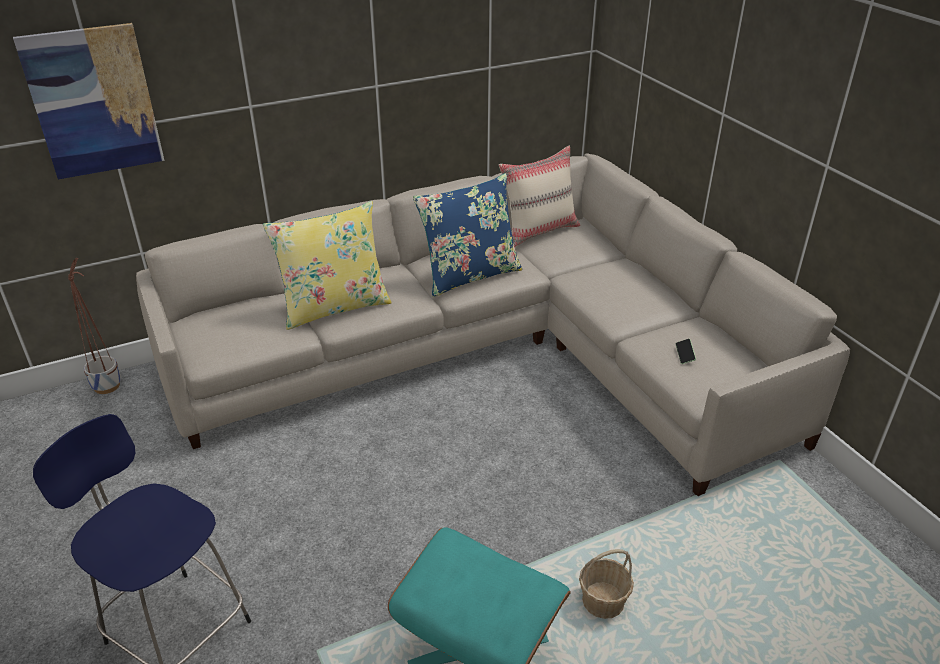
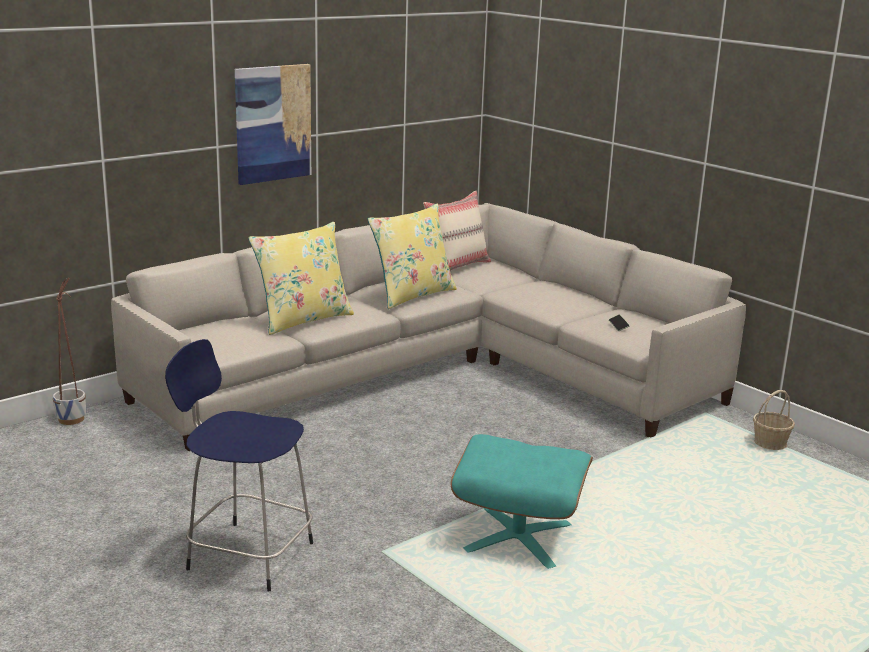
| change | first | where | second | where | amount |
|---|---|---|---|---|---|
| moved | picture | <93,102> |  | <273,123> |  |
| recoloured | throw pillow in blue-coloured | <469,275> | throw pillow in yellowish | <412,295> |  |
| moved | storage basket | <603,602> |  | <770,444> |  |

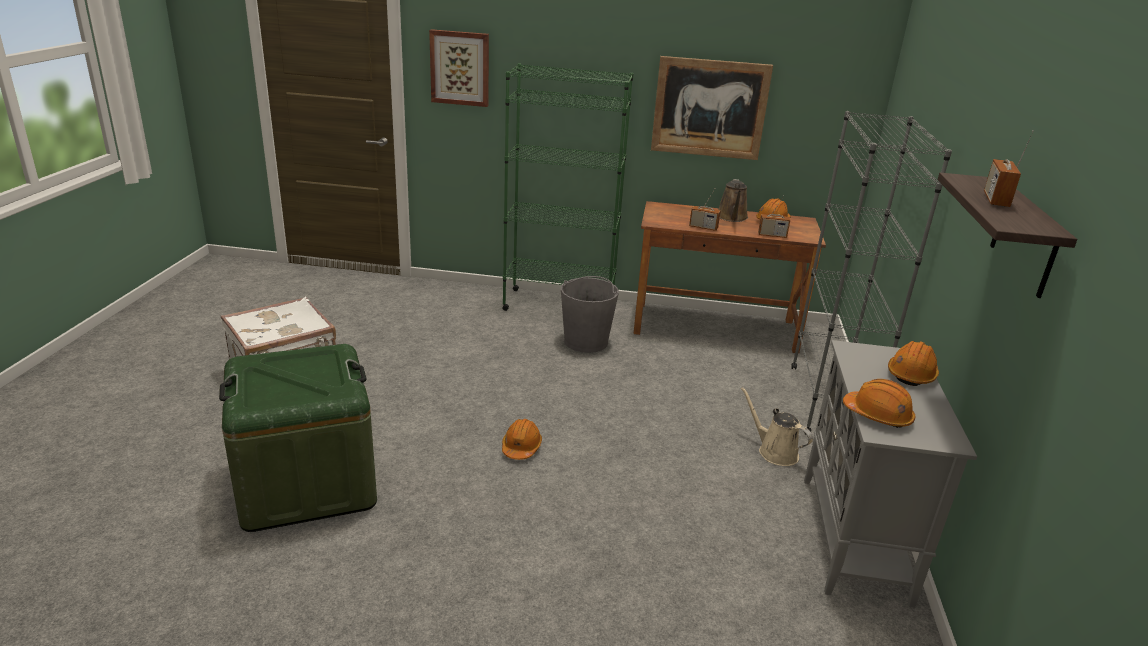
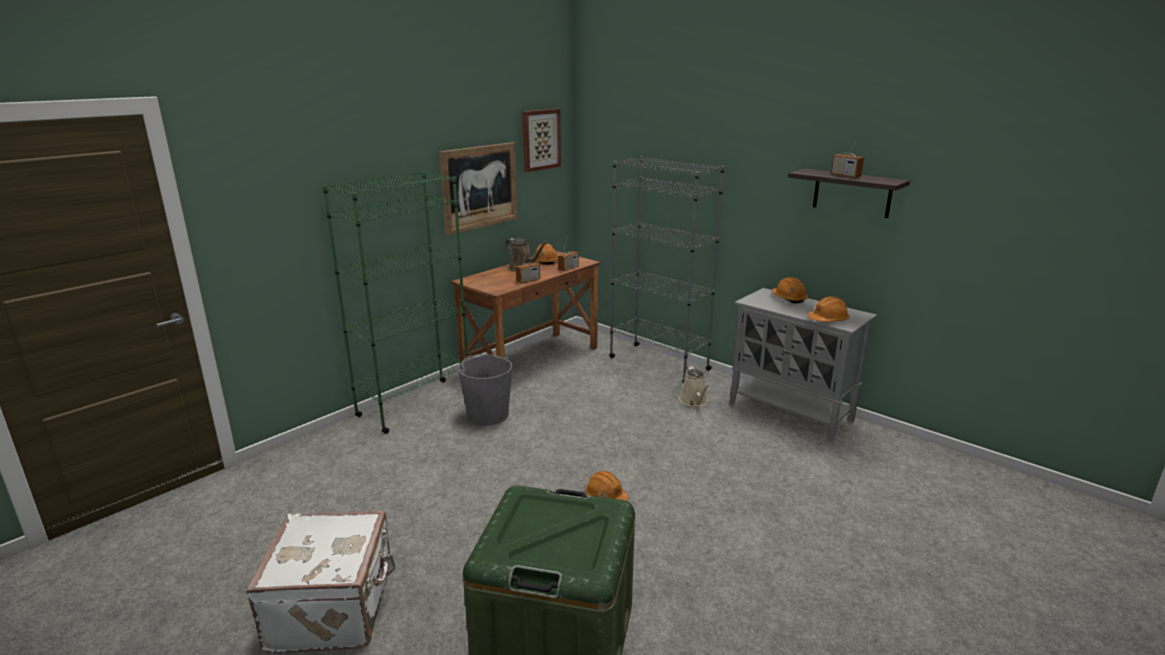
| change | first | where | second | where | amount |
|---|---|---|---|---|---|
| moved | picture | <460,68> |  | <540,139> |  |
| turned | sprinkling can in sand-coloured | <774,452> |  | <694,401> | 90 degrees counterclockwise |

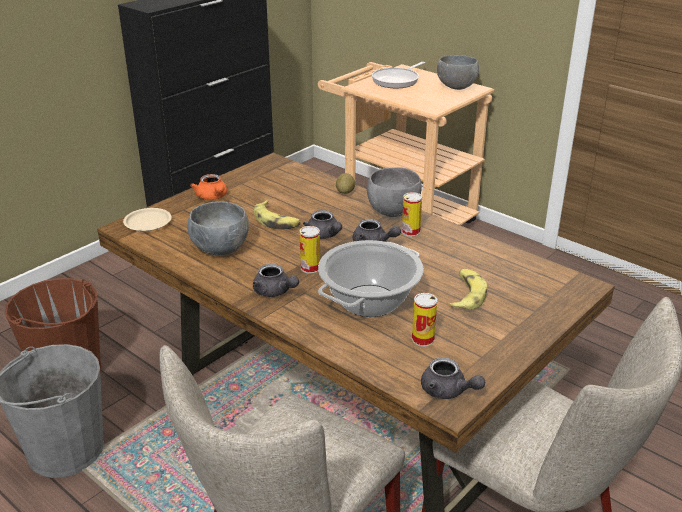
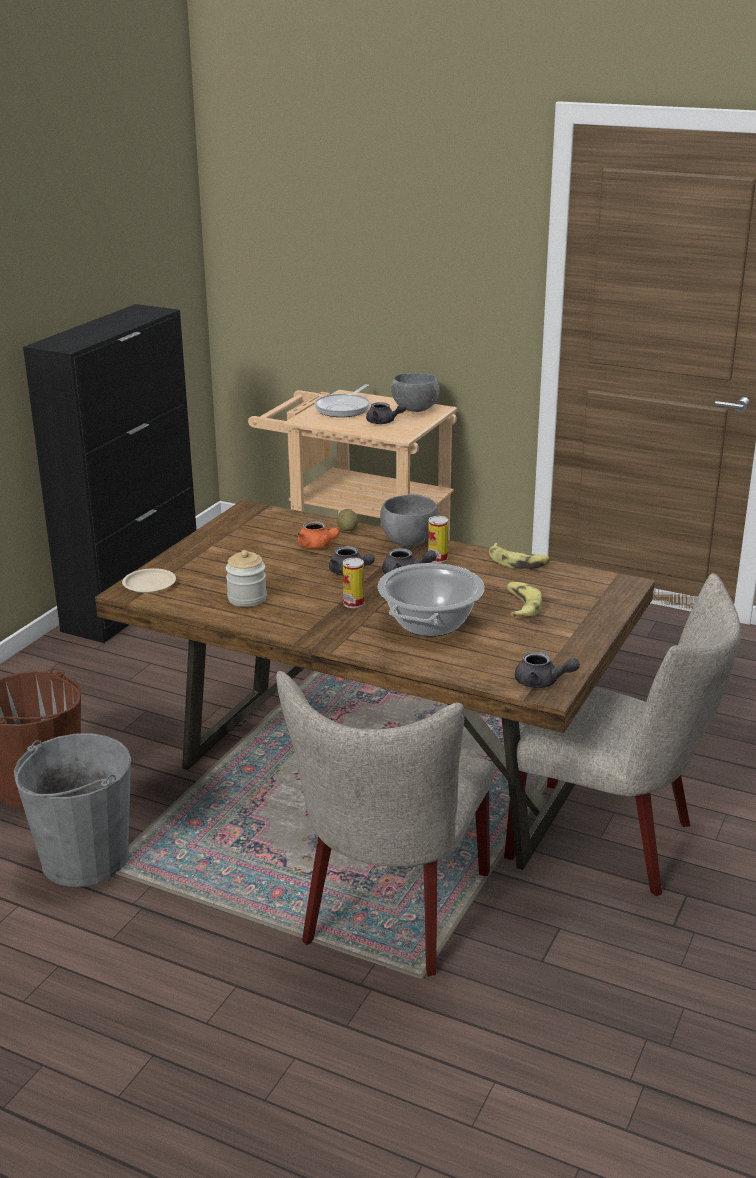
| change | first | where | second | where | amount |
|---|---|---|---|---|---|
| replaced | deep dish in gray | <219,249> | preserve jar | <247,598> |  |
| moved | tea pot in orange | <212,197> |  | <317,546> |  |
| moved | tea pot in gray | <275,292> |  | <384,422> |  |
| moved | banana fruit | <276,221> |  | <518,562> |  |
| removed | metal can | <423,339> |  |  |  |

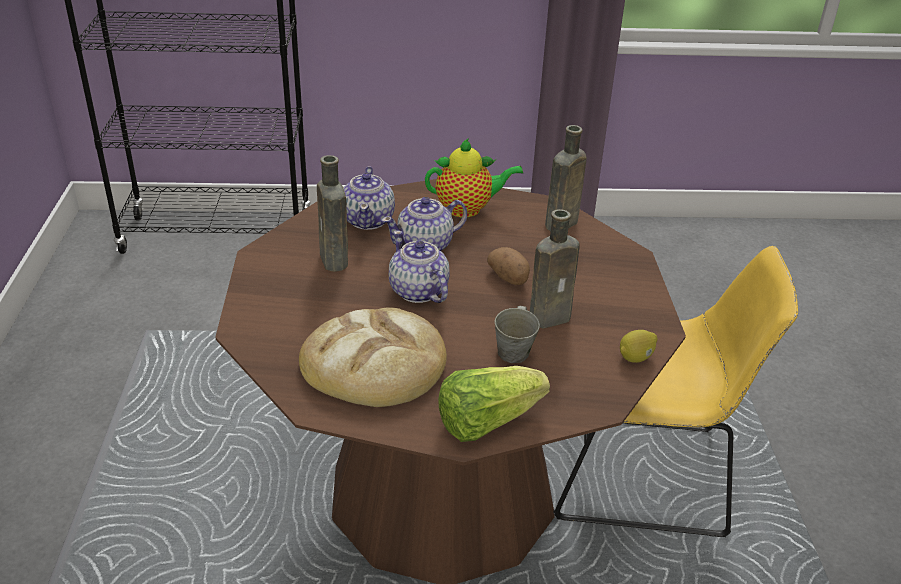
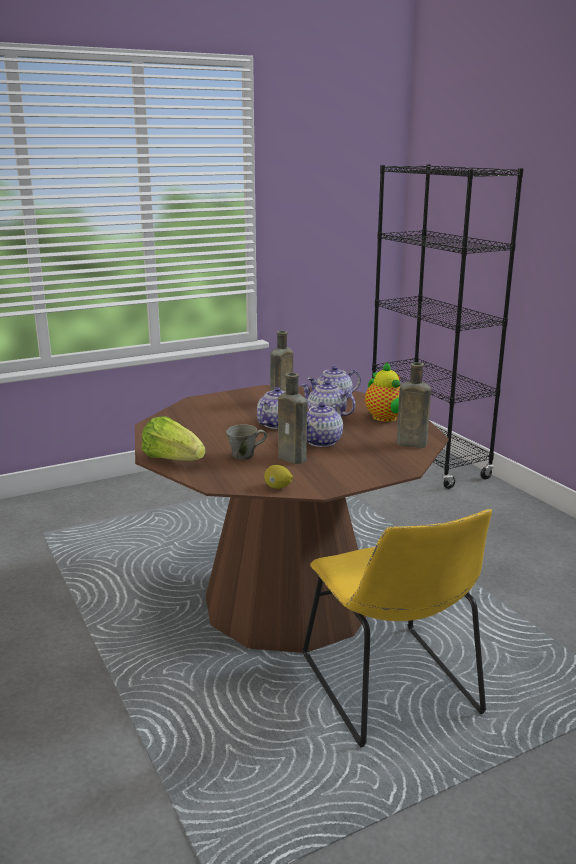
| change | first | where | second | where | amount |
|---|---|---|---|---|---|
| removed | bakery bread | <375,363> |  |  |  |
| replaced | spud | <509,278> | tea pot | <322,441> |  |

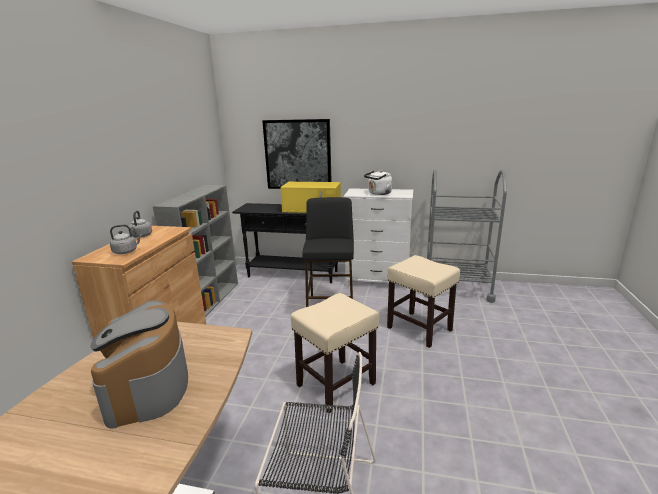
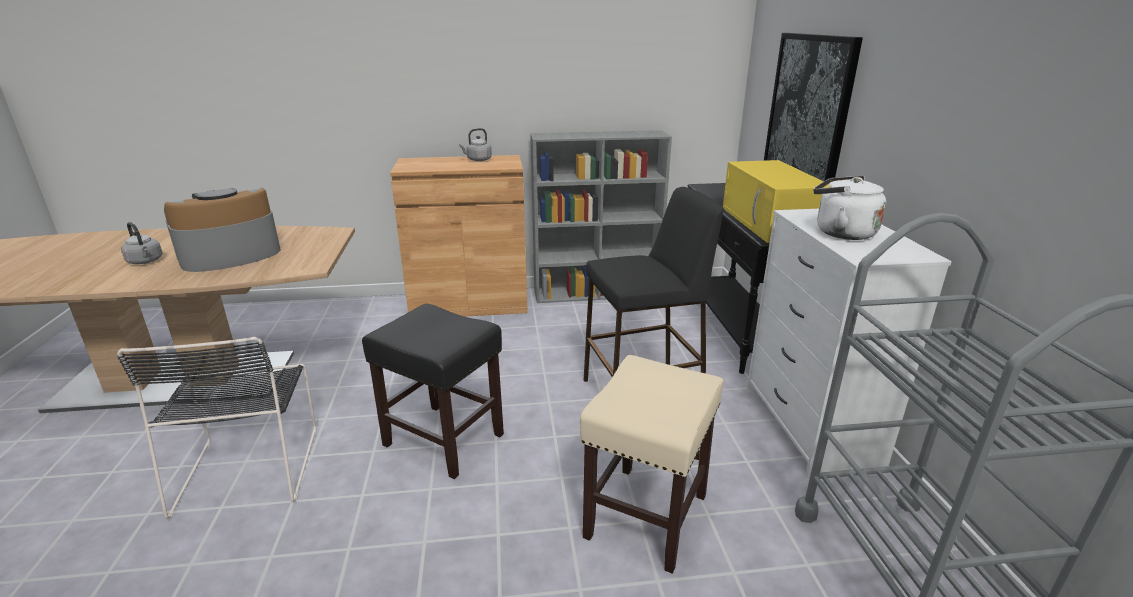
| change | first | where | second | where | amount |
|---|---|---|---|---|---|
| moved | kettle in gray | <126,251> |  | <146,261> |  |
| recoloured | stool in sand-coloured | <336,384> | stool in black | <445,440> |  |

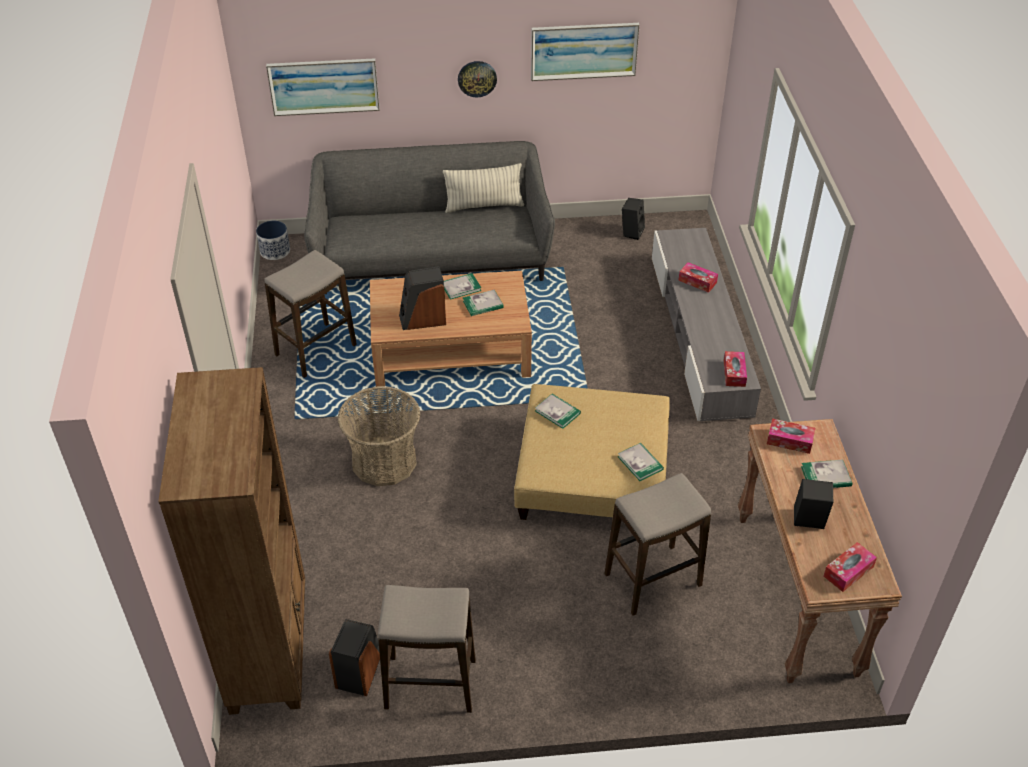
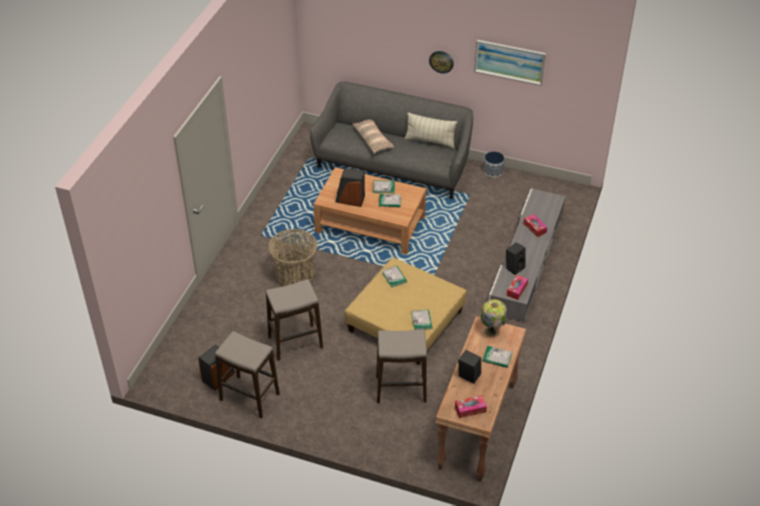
| change | first | where | second | where | amount |
|---|---|---|---|---|---|
| removed | bookshelf in brownish | <269,648> |  |  |  |
| moved | plant pot | <275,251> |  | <493,171> |  |
| moved | stool | <315,350> |  | <295,342> |  |
| removed | picture | <324,86> |  |  |  |
| moved | loudspeaker in black | <631,232> |  | <514,267> |  |
| replaced | box of tissues | <789,441> | tabletop lamp | <491,332> |  |
| added |  |  | throw pillow | <373,140> |  |

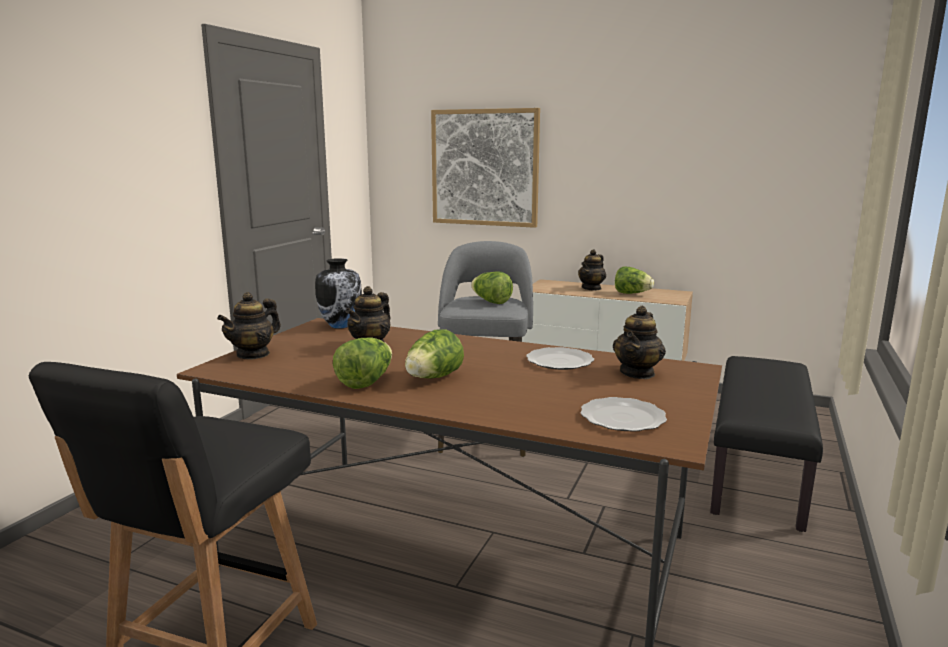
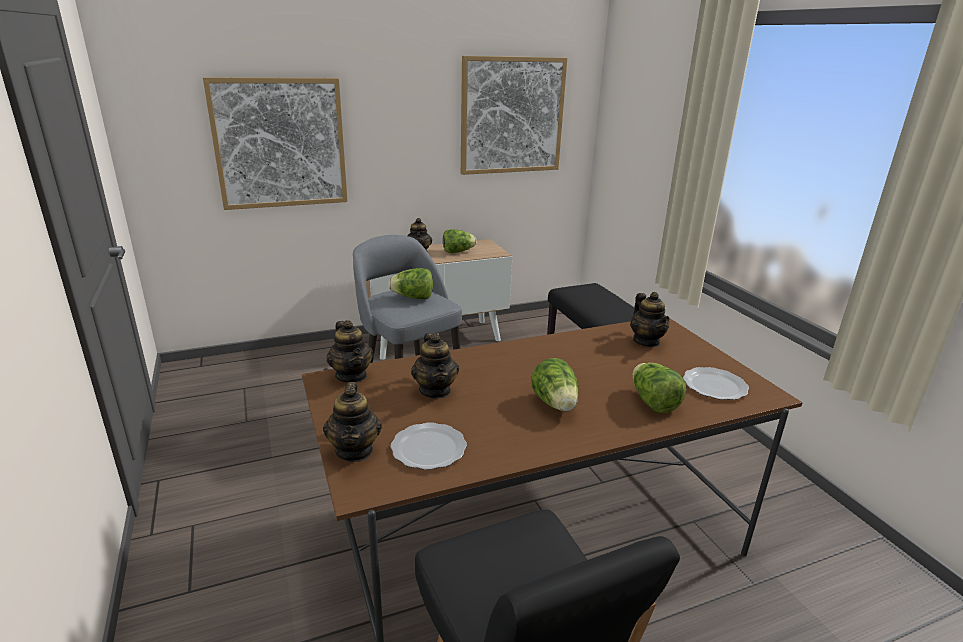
| change | first | where | second | where | amount |
|---|---|---|---|---|---|
| replaced | flower vase | <341,326> | tea pot | <352,376> |  |
| moved | lettuce | <366,382> |  | <653,402> |  |
| moved | flat dish | <558,361> |  | <427,448> |  |
| added |  |  | picture | <512,116> |  |

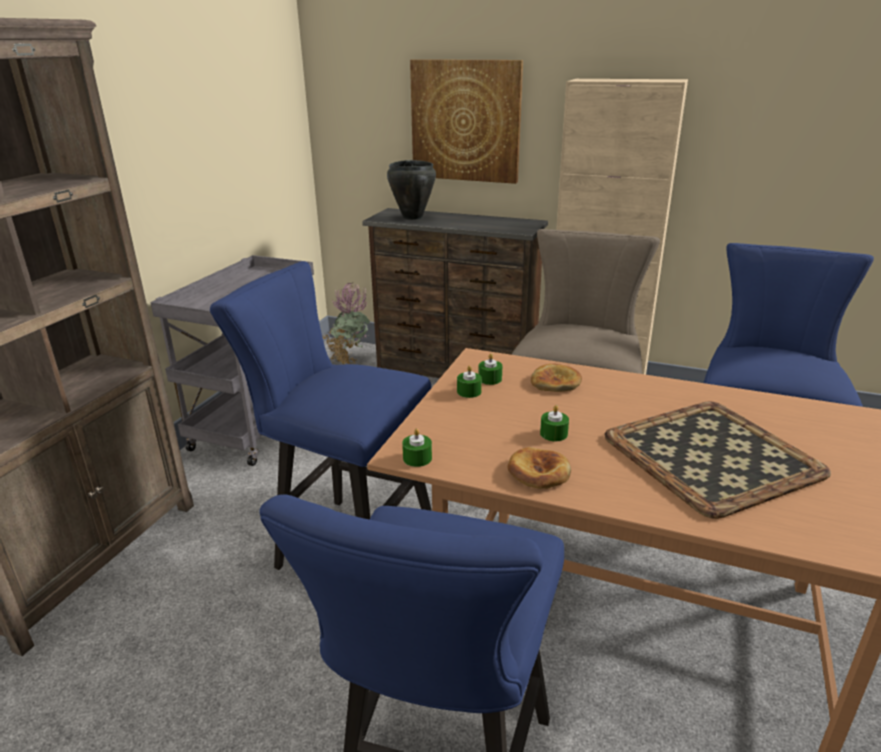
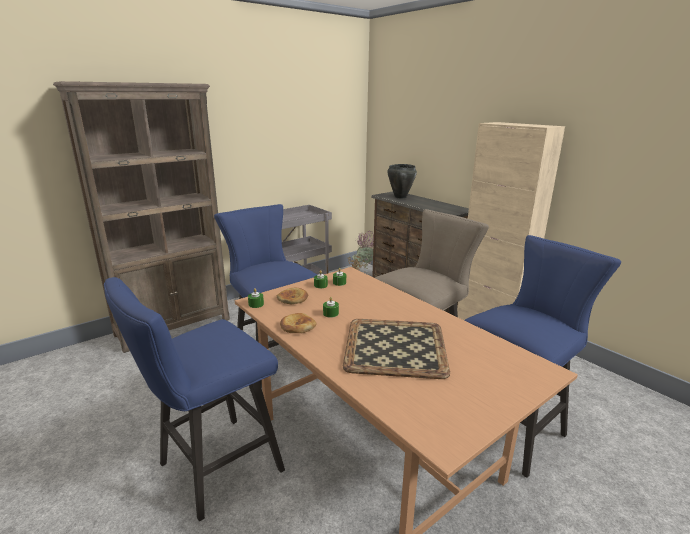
| change | first | where | second | where | amount |
|---|---|---|---|---|---|
| removed | picture | <466,121> |  |  |  |
| moved | bakery bread | <555,382> |  | <293,298> |  |

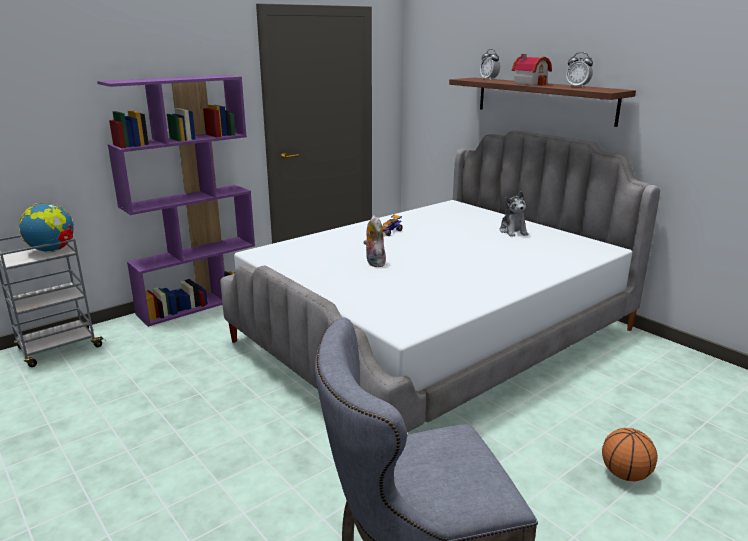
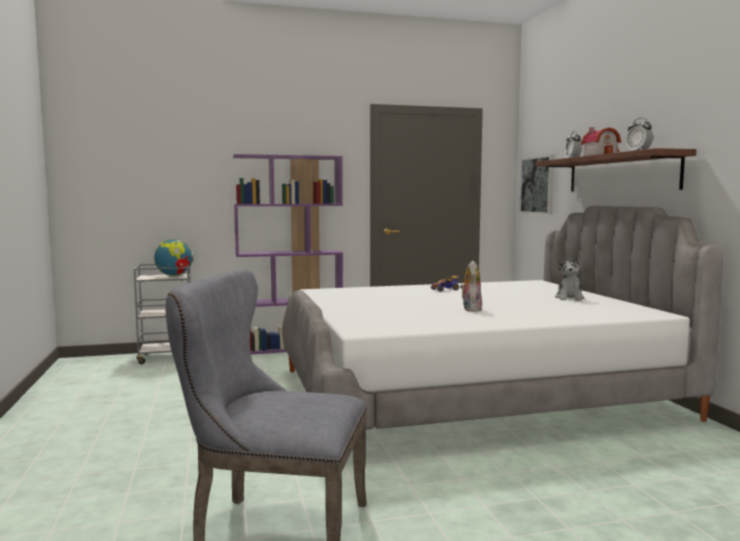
| change | first | where | second | where | amount |
|---|---|---|---|---|---|
| moved | plush toy | <373,262> |  | <470,309> |  |
| removed | basketball | <625,474> |  |  |  |
| added |  |  | picture | <537,185> |  |

